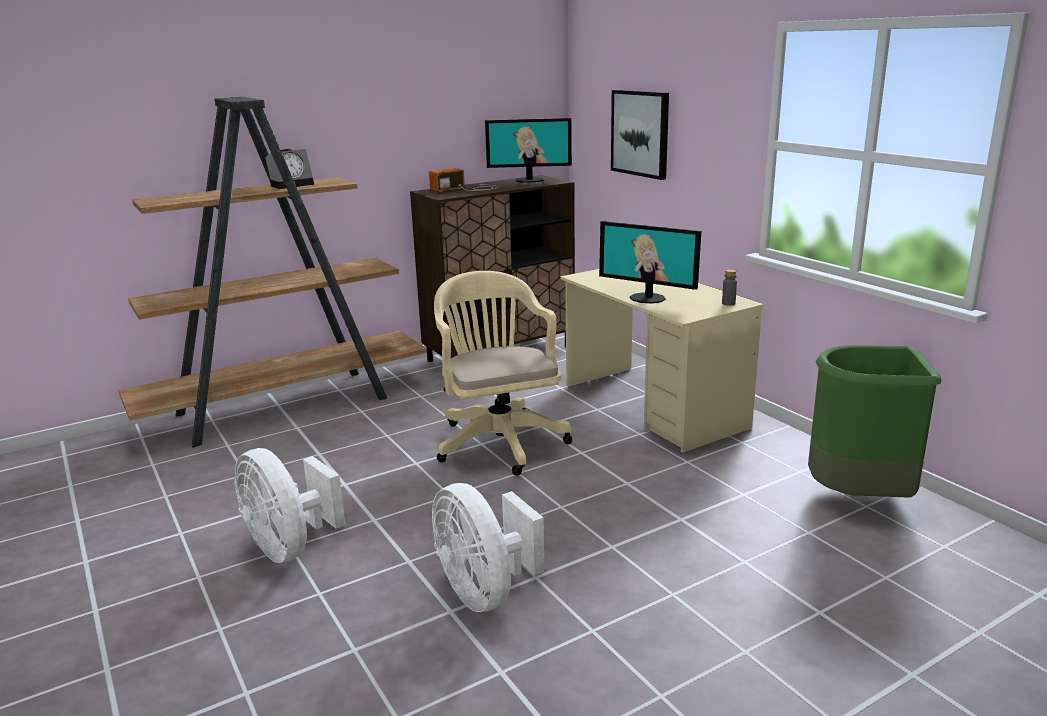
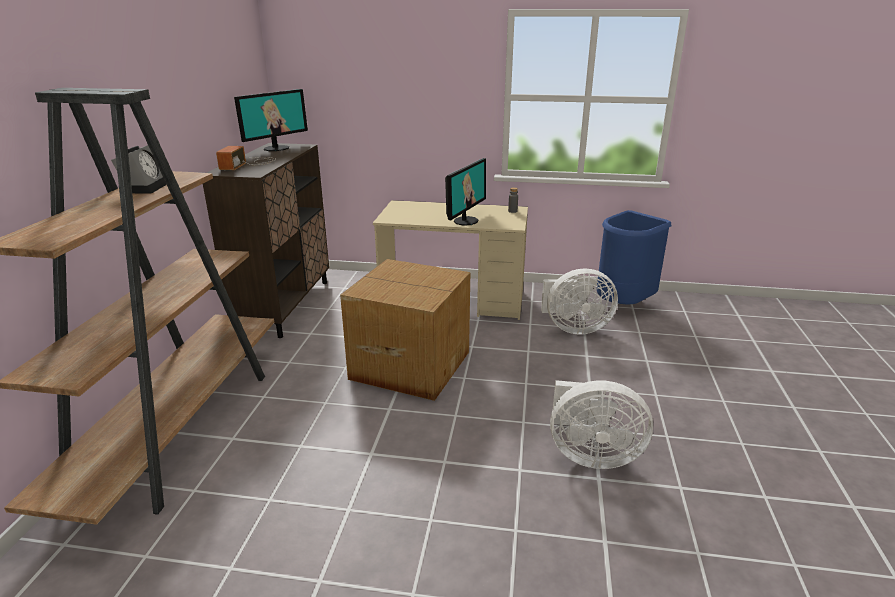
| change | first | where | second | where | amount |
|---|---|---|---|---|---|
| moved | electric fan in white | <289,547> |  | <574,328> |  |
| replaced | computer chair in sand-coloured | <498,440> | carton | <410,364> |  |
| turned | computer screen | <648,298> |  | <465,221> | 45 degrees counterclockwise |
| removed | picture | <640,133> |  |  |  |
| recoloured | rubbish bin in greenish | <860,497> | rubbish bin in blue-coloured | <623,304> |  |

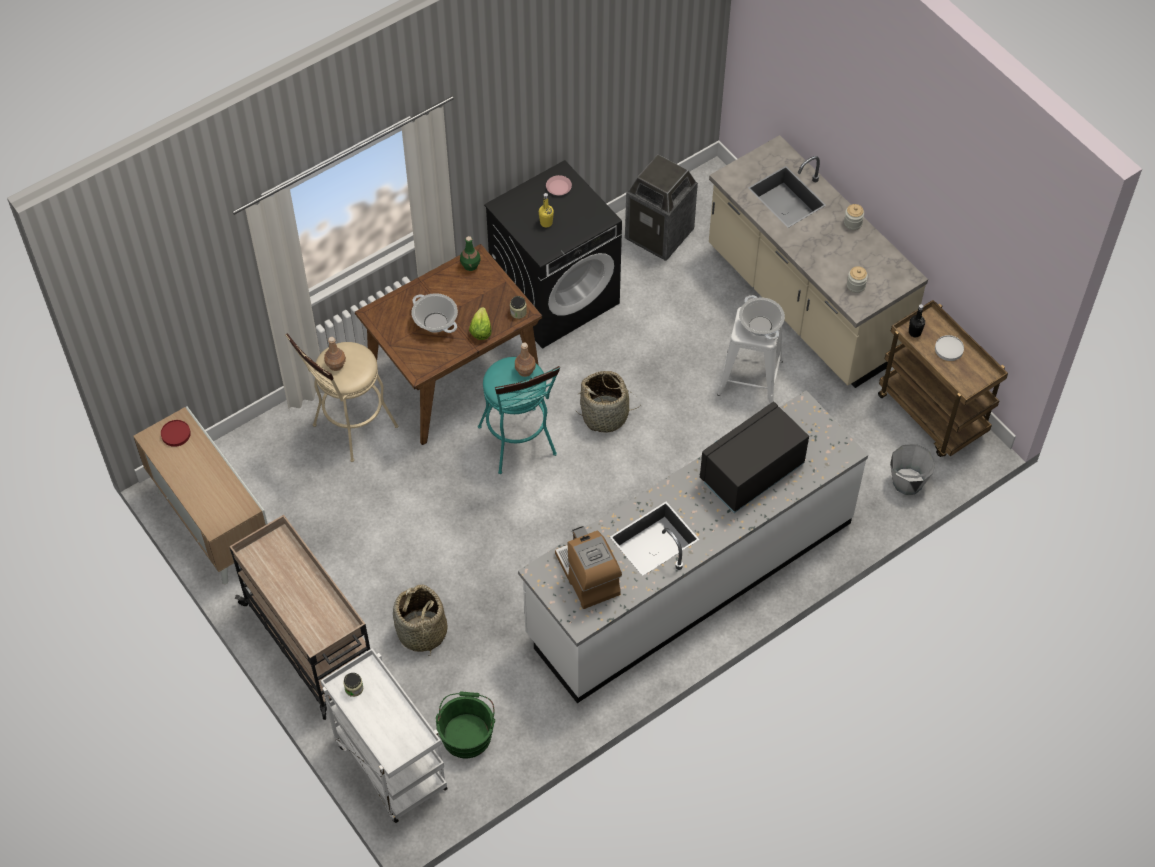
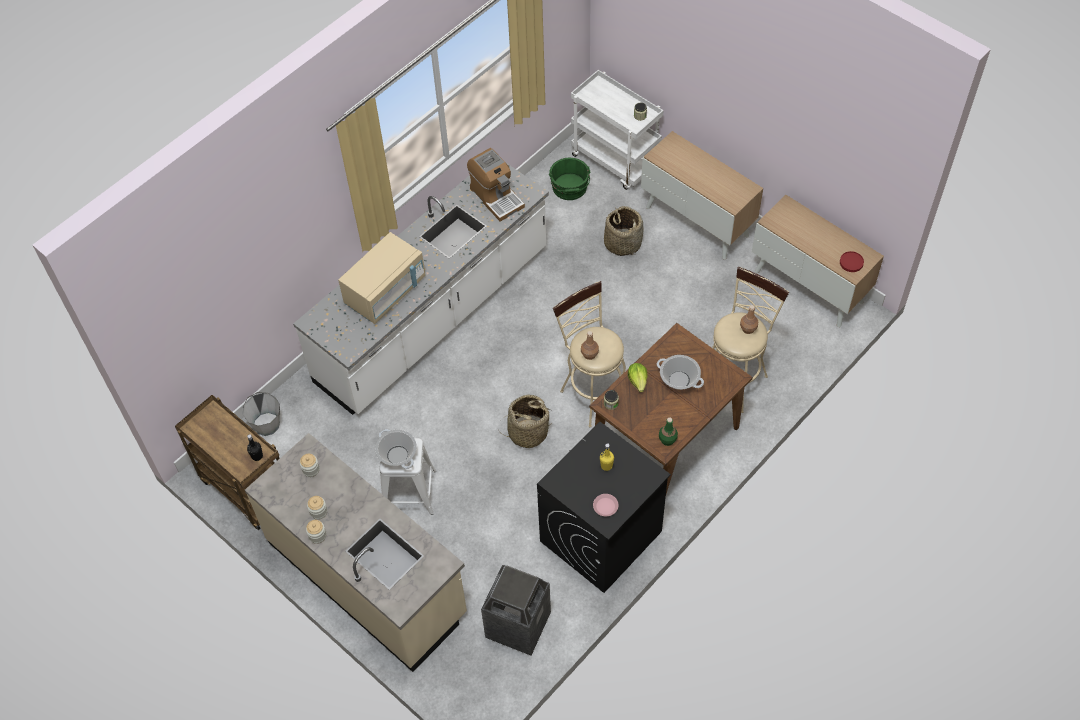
| change | first | where | second | where | amount |
|---|---|---|---|---|---|
| replaced | cart in sand-coloured | <312,644> | cabinet | <697,221> |  |
| recoloured | stool in turquoise-coloured | <520,446> | stool in sand-coloured | <592,392> |  |
| recoloured | kitchen microwave in black | <751,472> | kitchen microwave in sand-coloured | <386,292> |  |
| removed | flat dish in white | <948,349> |  |  |  |
| added |  |  | preserve jar | <318,511> |  |

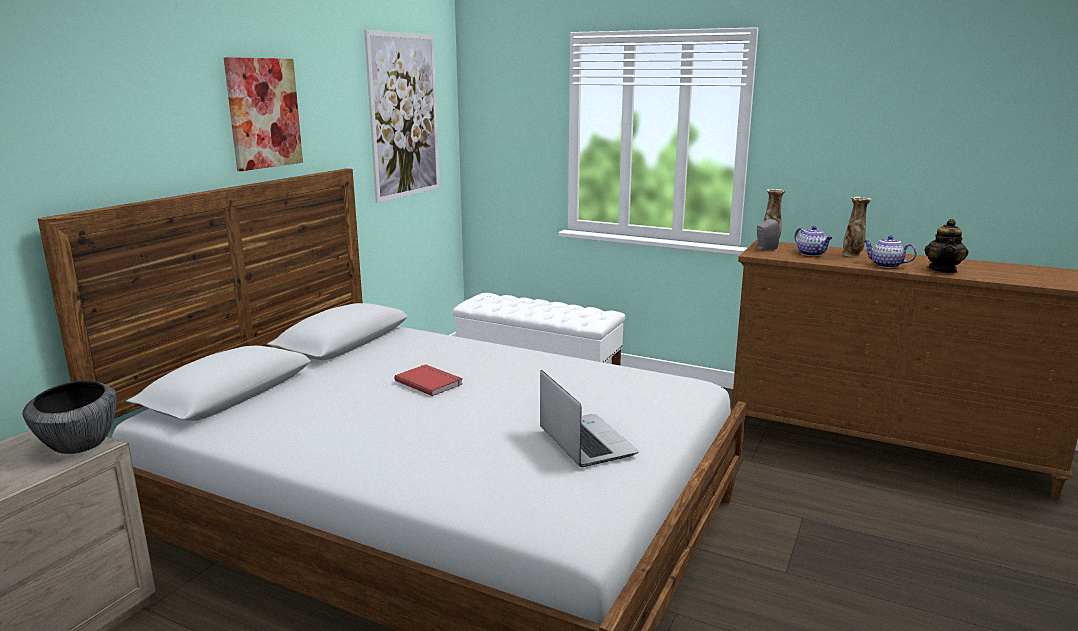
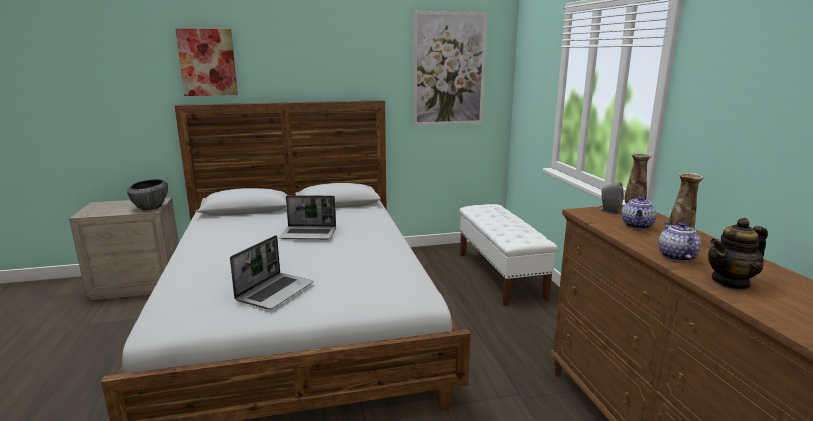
| change | first | where | second | where | amount |
|---|---|---|---|---|---|
| moved | picture | <263,113> |  | <207,62> |  |
| replaced | bound book in reddish | <430,382> | notebook computer | <309,234> |  |

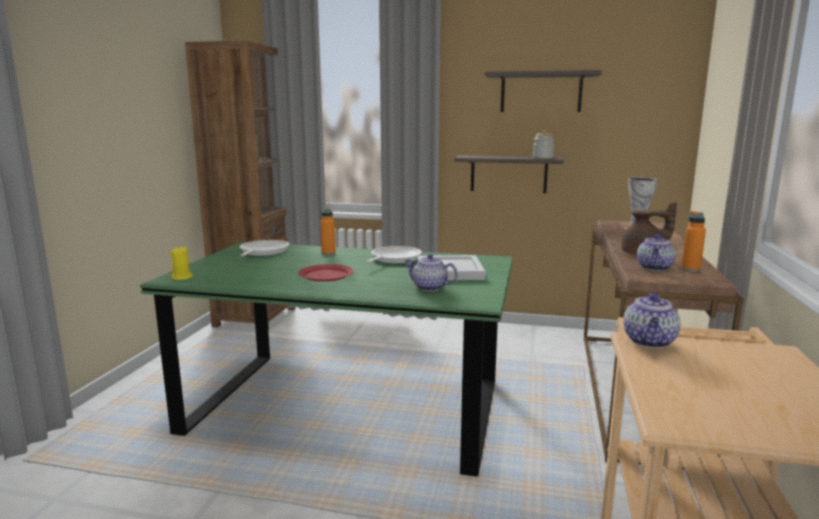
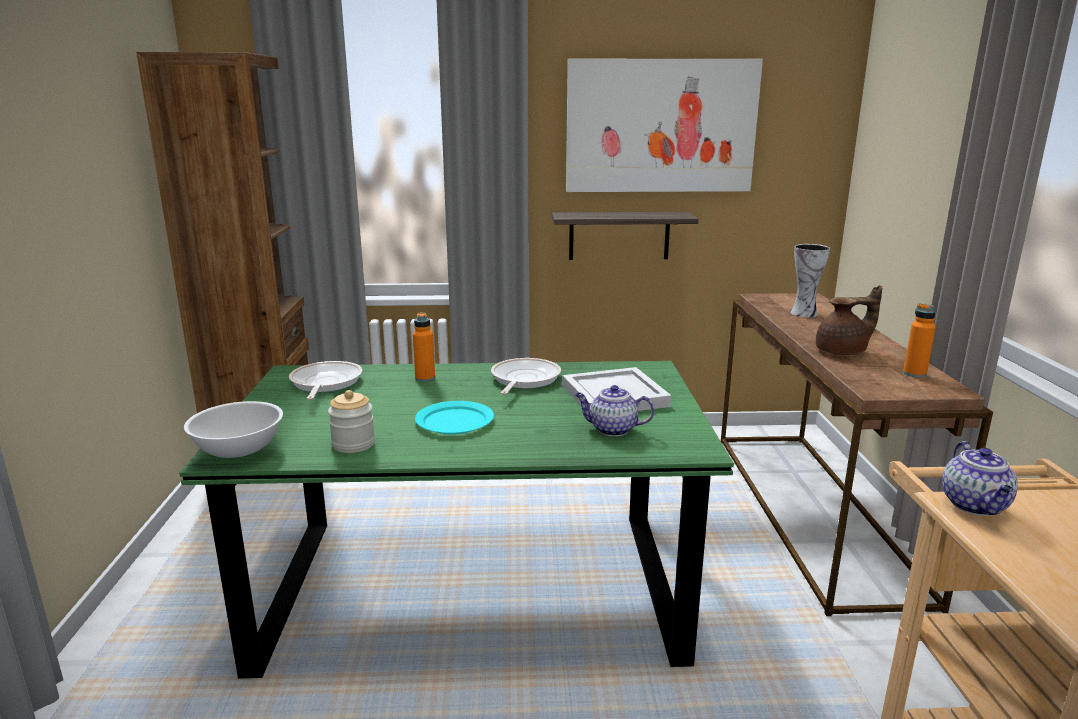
| change | first | where | second | where | amount |
|---|---|---|---|---|---|
| replaced | candle in yellowish | <182,277> | deep dish in white | <239,449> |  |
| recoloured | flat dish in reddish | <326,275> | flat dish in turquoise-coloured | <455,421> |  |
| replaced | bracket shelf | <541,92> | picture | <660,126> |  |
| moved | preserve jar | <543,157> |  | <353,444> |  |
| removed | tea pot | <655,268> |  |  |  |

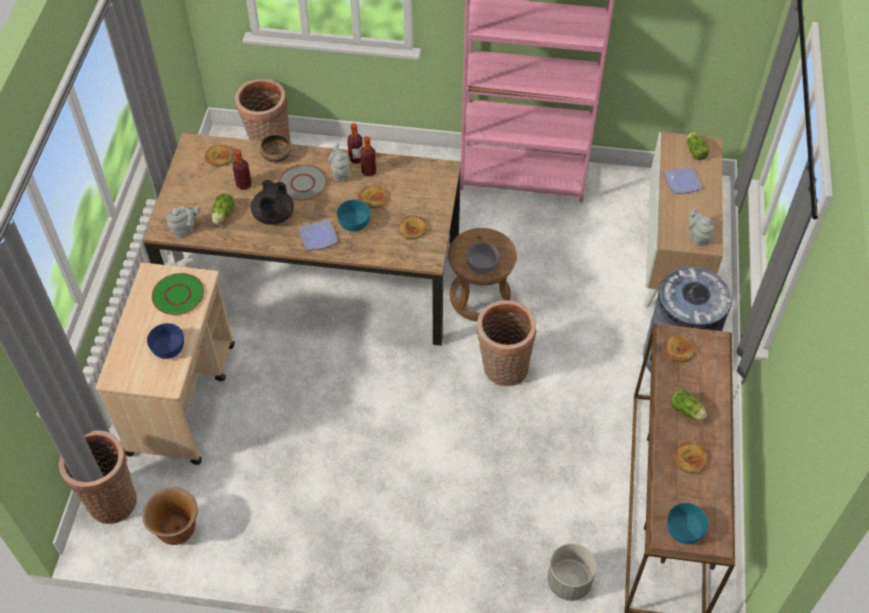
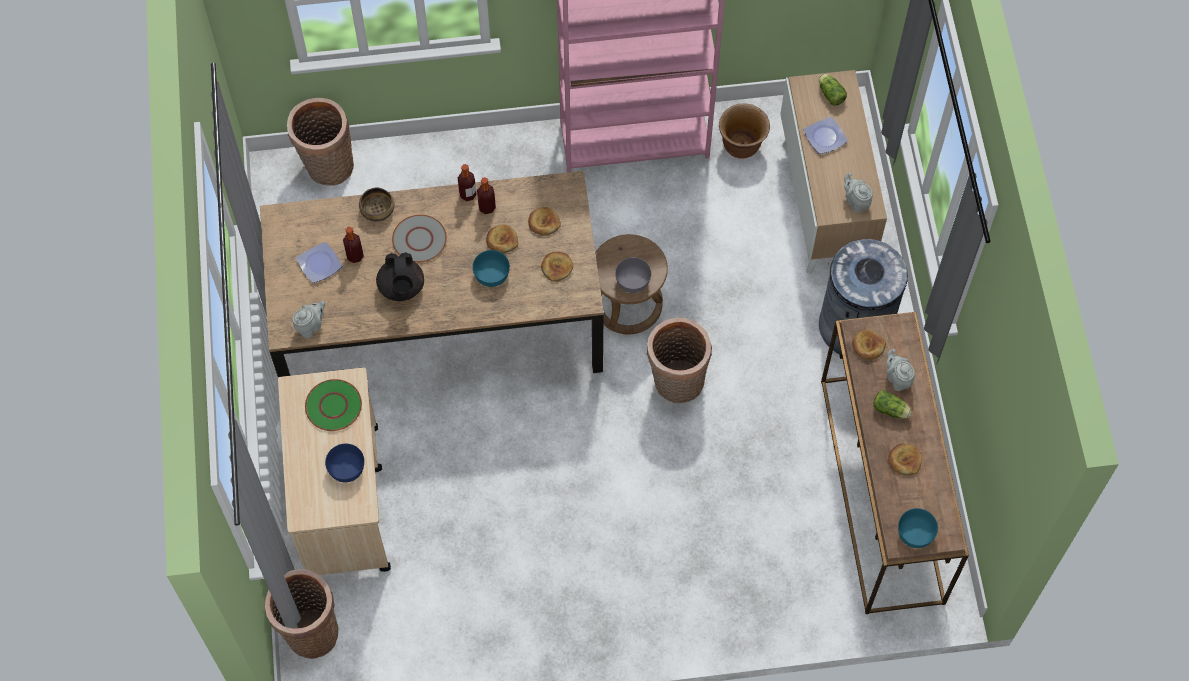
| change | first | where | second | where | amount |
|---|---|---|---|---|---|
| moved | plant pot in brownish | <177,530> |  | <741,146> |  |
| moved | bakery bread | <219,157> |  | <544,223> |  |
| removed | lettuce | <222,215> |  |  |  |
| moved | flat dish | <318,236> |  | <320,263> |  |
| moved | tea pot in gray | <340,173> |  | <897,379> |  |
| removed | plant pot in gray | <569,582> |  |  |  |

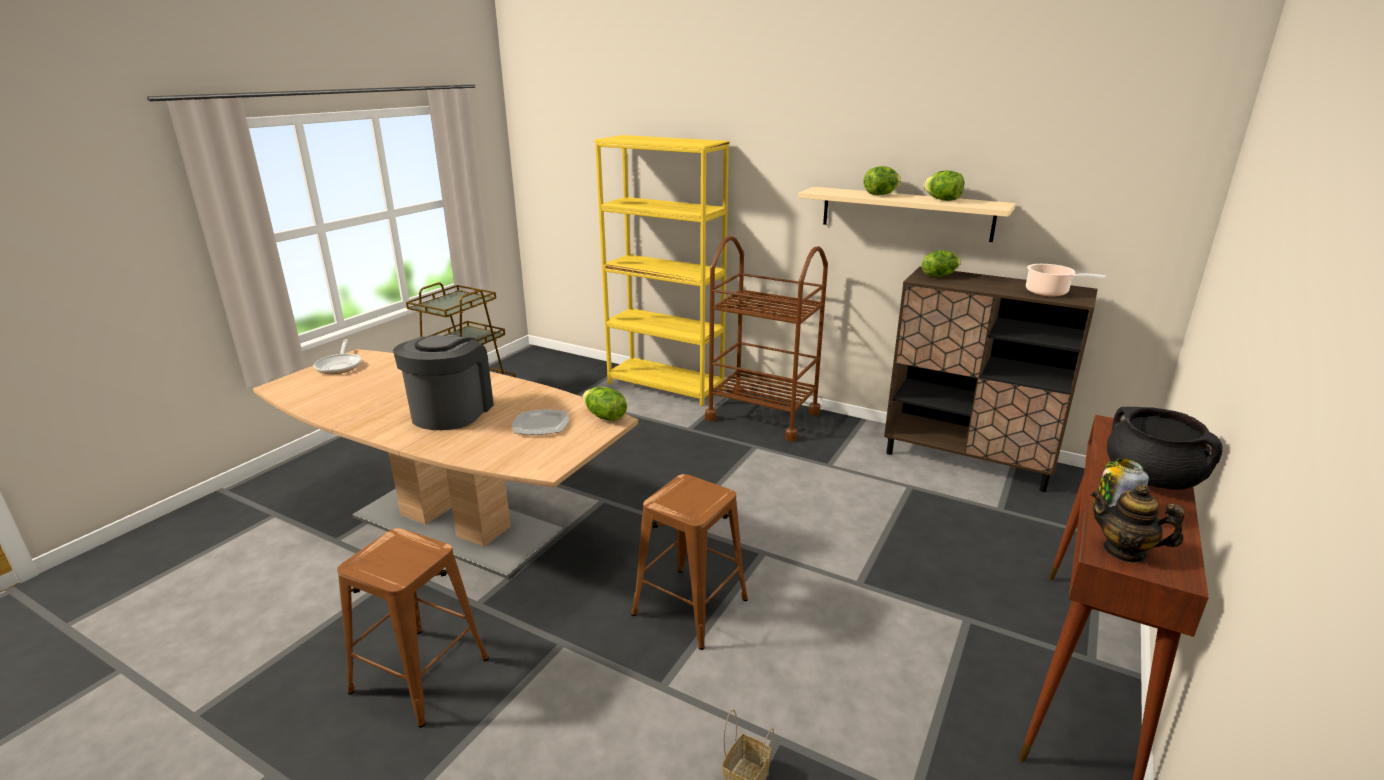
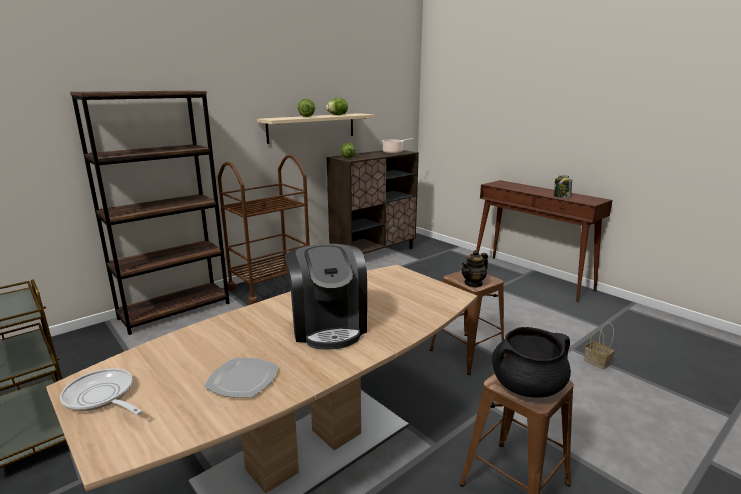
| change | first | where | second | where | amount |
|---|---|---|---|---|---|
| turned | skillet | <340,366> |  | <102,397> | 150 degrees counterclockwise |
| turned | coffee maker | <451,411> |  | <328,326> | 135 degrees counterclockwise |
| moved | flat dish | <541,425> |  | <243,379> |  |
| removed | lettuce | <604,417> |  |  |  |
| recoloured | bookshelf in yellowish | <665,386> | bookshelf in brownish | <175,311> |  |
| moved | tea pot | <1124,551> |  | <473,283> |  |
| moved | stockpot in black | <1151,479> |  | <527,386> |  |

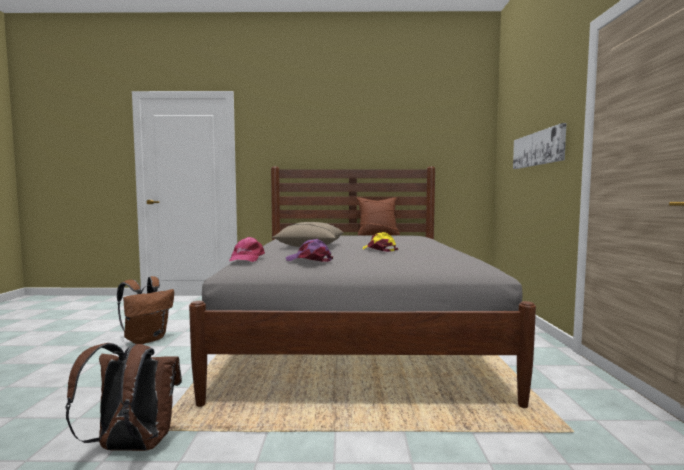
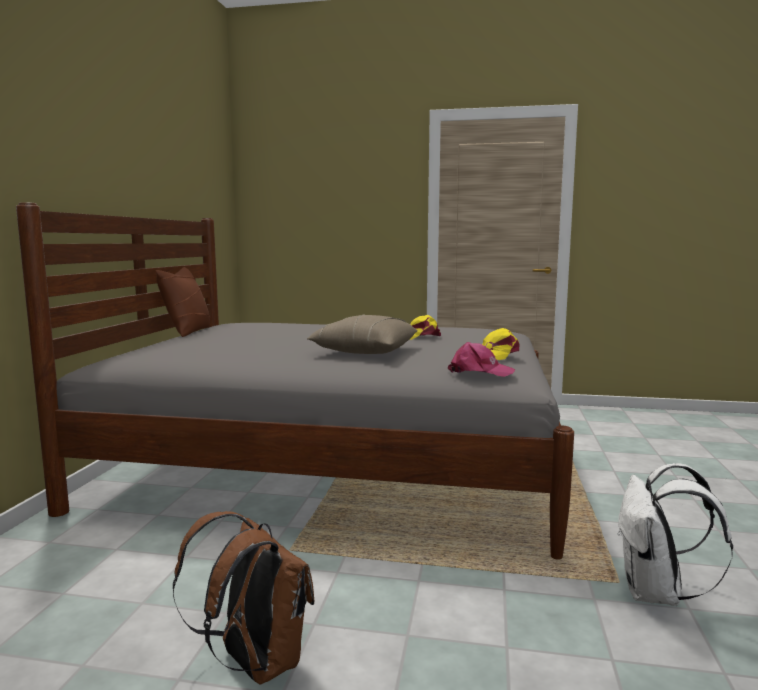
| change | first | where | second | where | amount |
|---|---|---|---|---|---|
| recoloured | backpack in brownish | <131,447> | backpack in white | <656,594> |  |
| recoloured | cap in purplish | <309,260> | cap in yellowish | <496,355> |  |
| removed | picture | <538,149> |  |  |  |

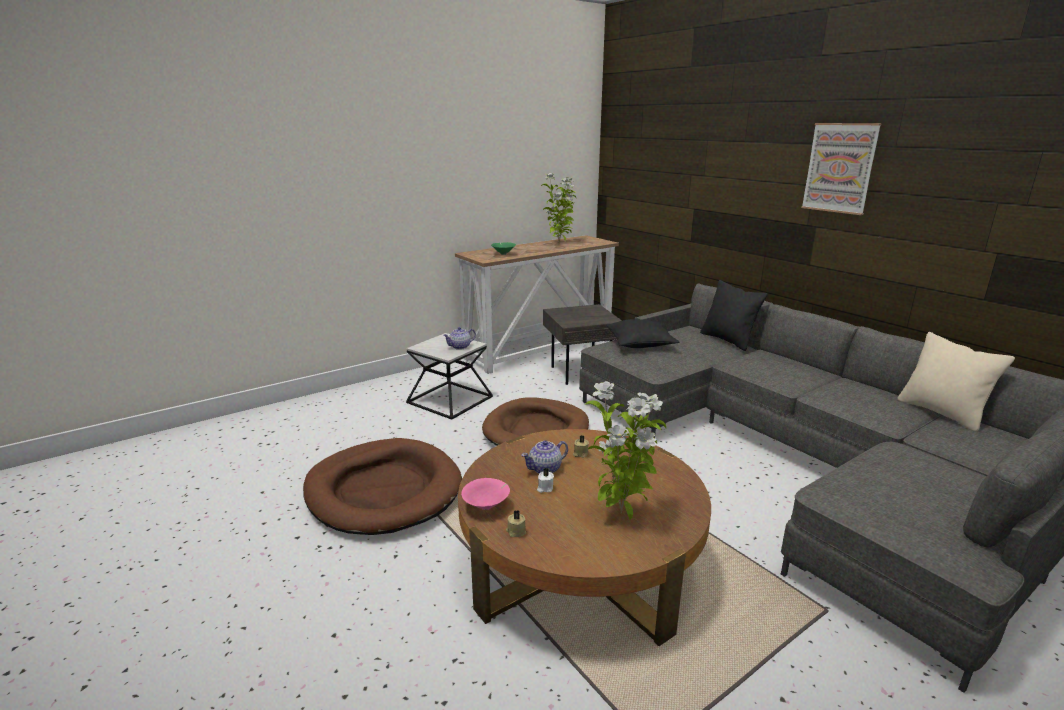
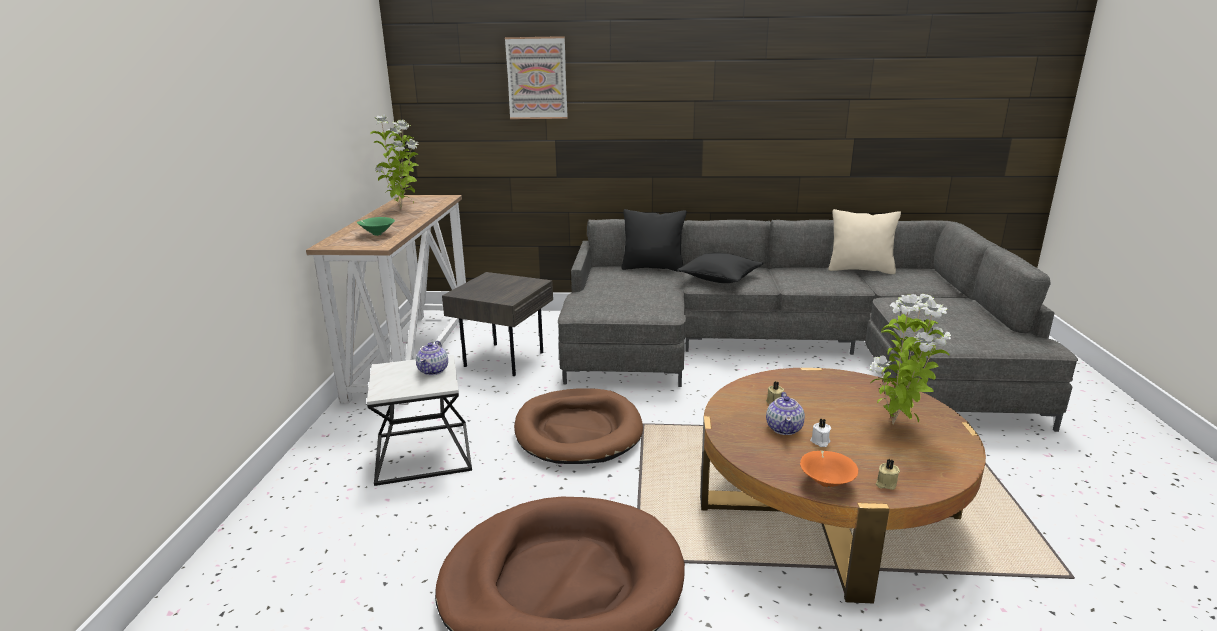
| change | first | where | second | where | amount |
|---|---|---|---|---|---|
| recoloured | deep dish in pink-coloured | <487,506> | deep dish in orange | <826,483> |  |
| moved | throw pillow in black | <640,343> |  | <720,278> |  |
| moved | picture | <840,168> |  | <537,78> |  |

